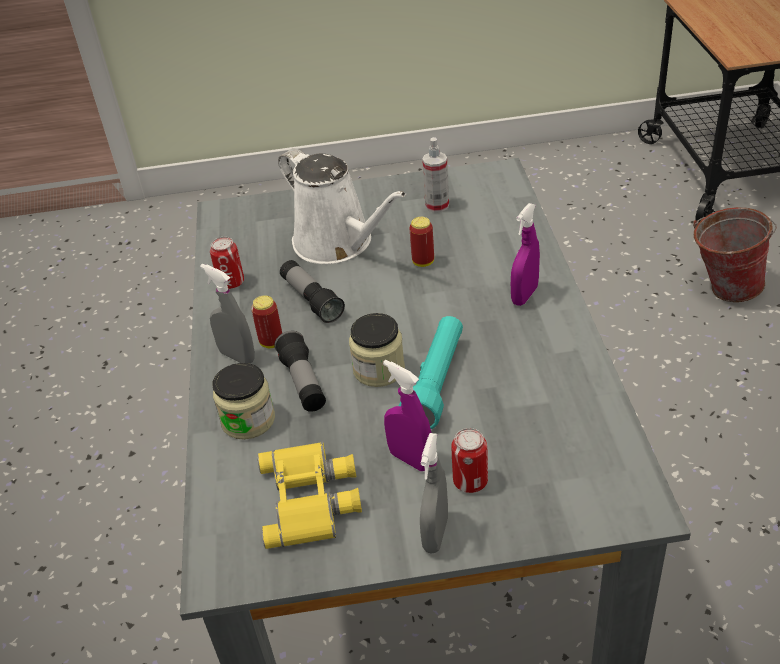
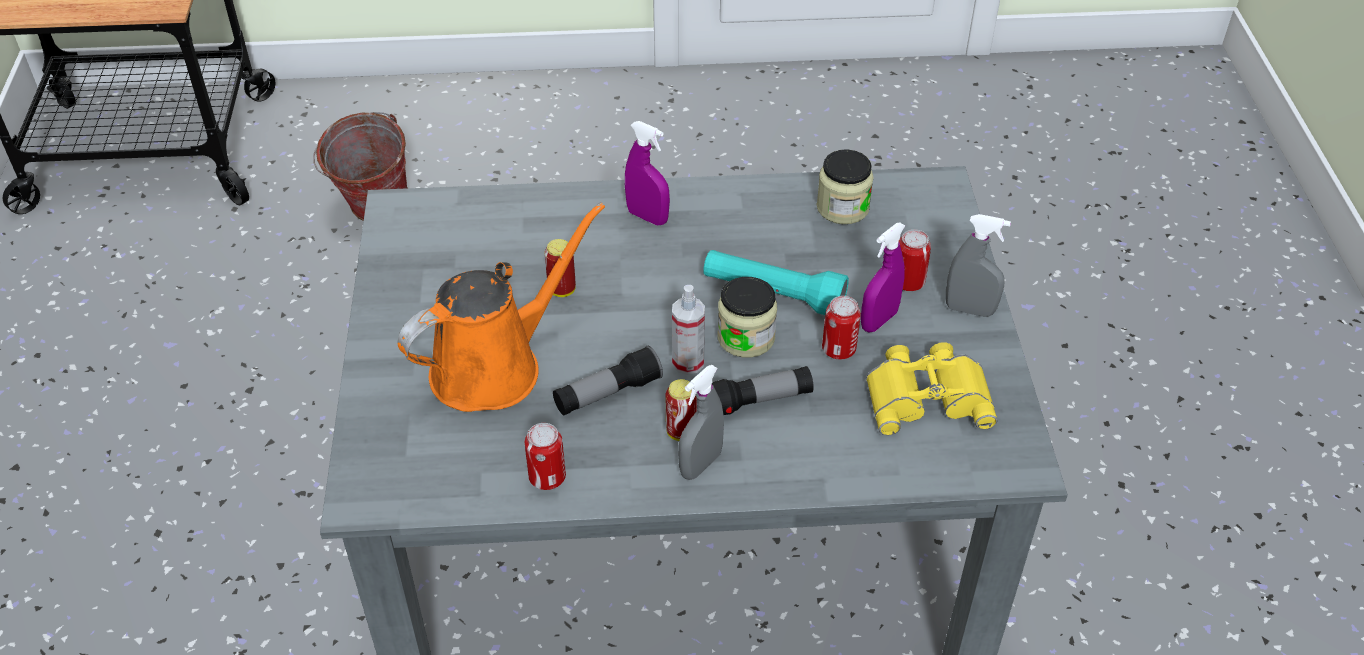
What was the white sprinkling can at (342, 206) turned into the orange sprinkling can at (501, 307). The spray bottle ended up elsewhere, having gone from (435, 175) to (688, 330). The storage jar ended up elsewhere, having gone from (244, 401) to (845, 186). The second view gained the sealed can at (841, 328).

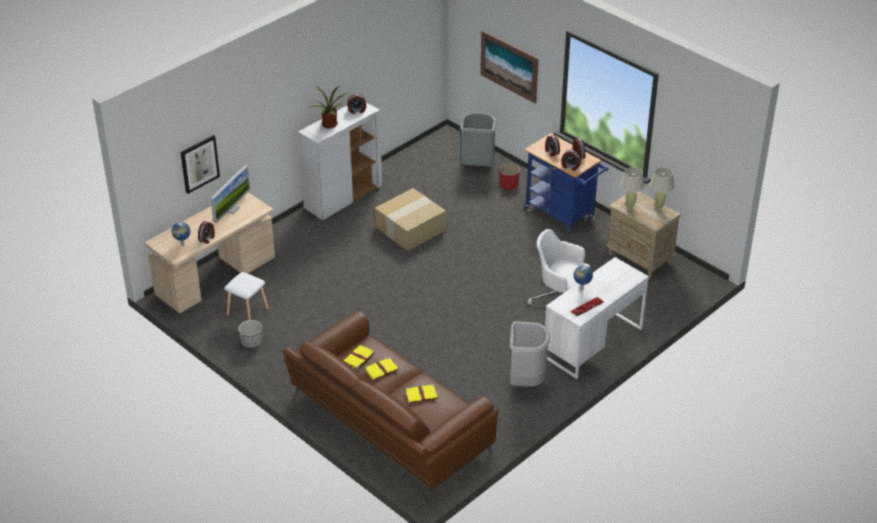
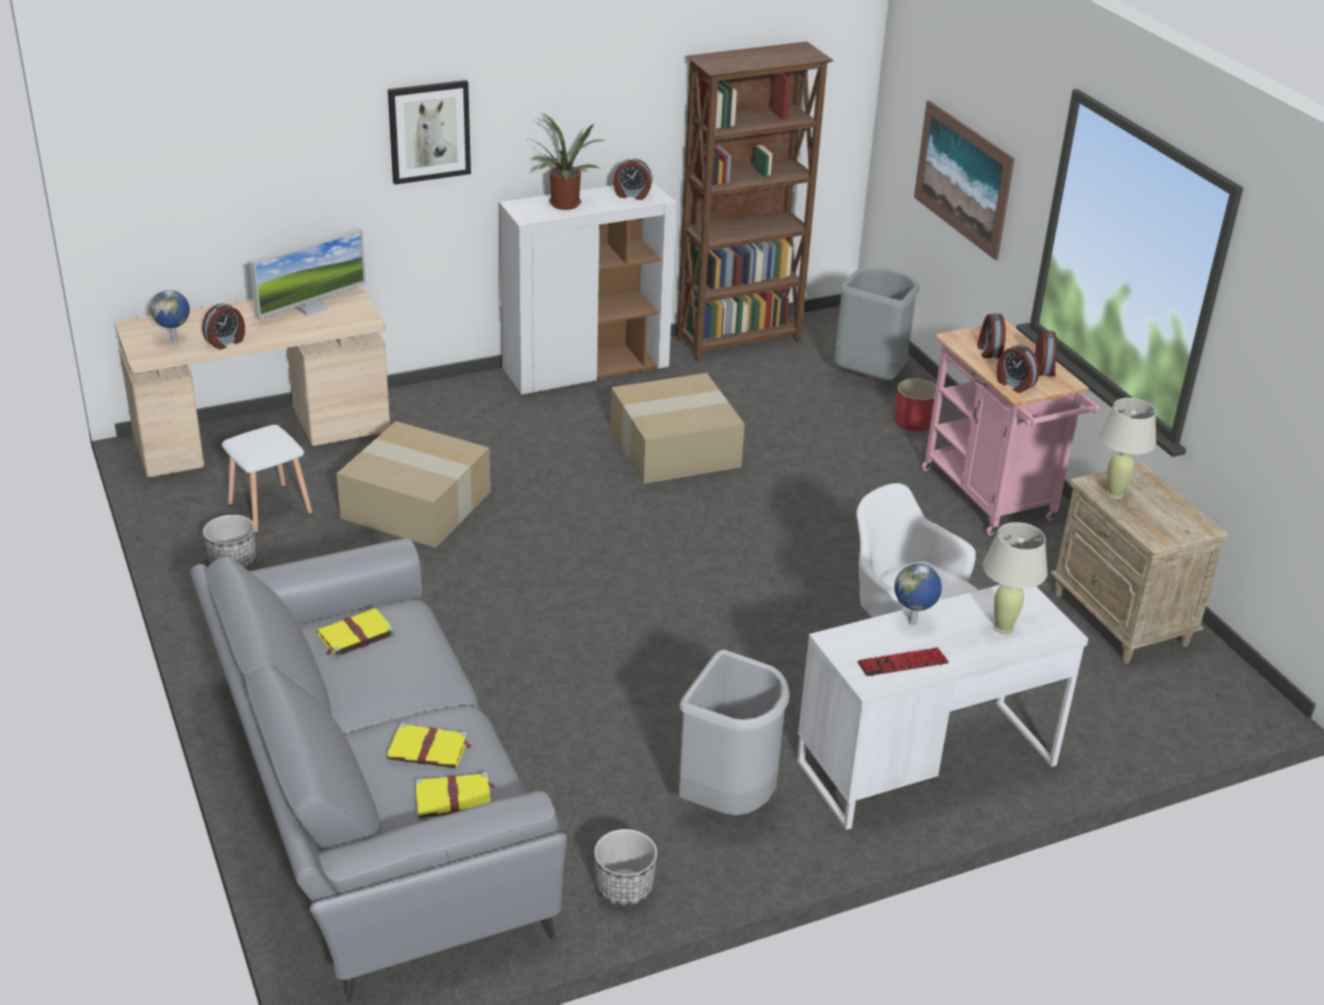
What was the brown sofa at (390, 404) turned into the grey sofa at (378, 770). The second view gained the cardboard box at (414, 484). The wall picture ended up elsewhere, having gone from (200, 164) to (429, 132). The yellowish book ended up elsewhere, having gone from (382, 368) to (455, 795). The second view gained the planter at (625, 867). The second view gained the brown shelving unit at (755, 201). What was the blue trolley at (566, 183) turned into the pink trolley at (1010, 428). The beige-coloured lamp for a table ended up elsewhere, having gone from (662, 188) to (1015, 578).

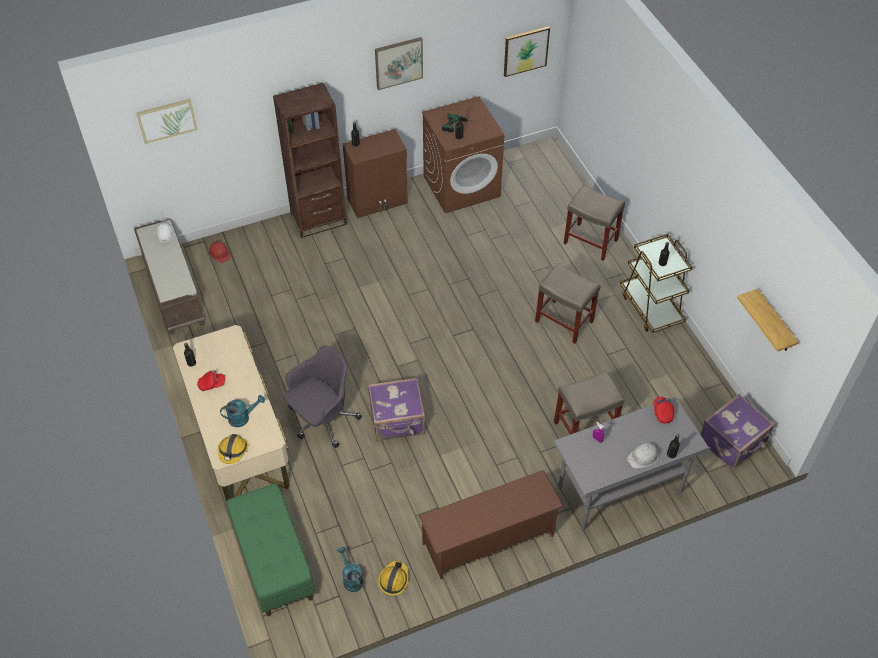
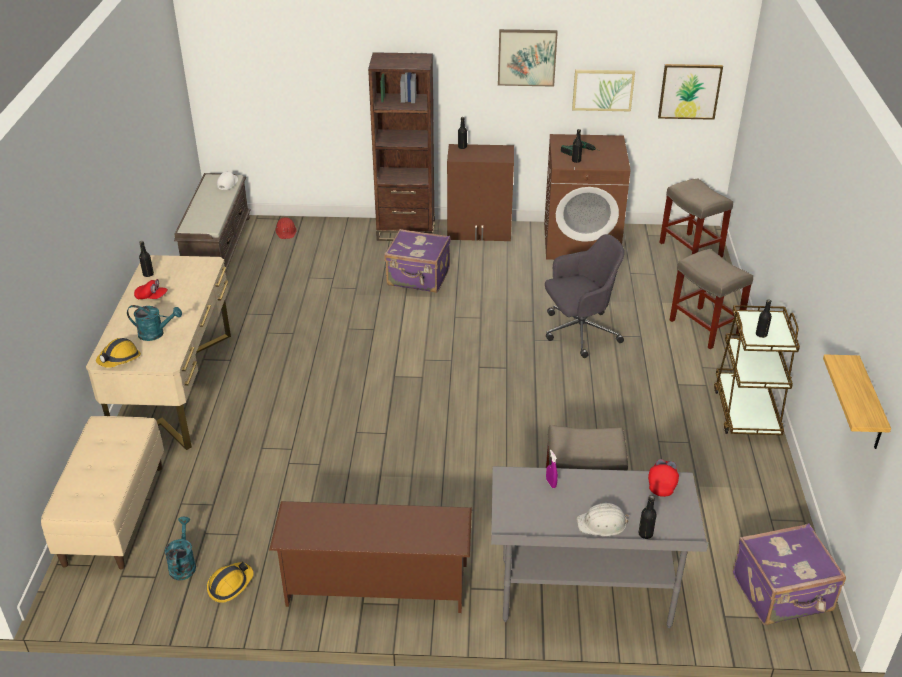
What was the greenish bench at (271, 549) turned into the beige-coloured bench at (102, 493). The purple-coloured travel case ended up elsewhere, having gone from (396, 409) to (417, 261). The grey computer chair ended up elsewhere, having gone from (323, 396) to (584, 296). The wall picture ended up elsewhere, having gone from (167, 121) to (603, 90). The beige-coloured sitting stool ended up elsewhere, having gone from (567, 303) to (696, 217).

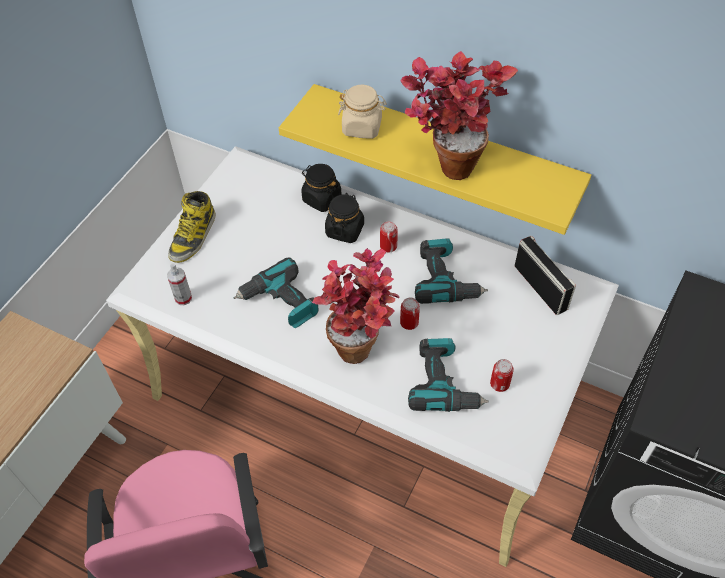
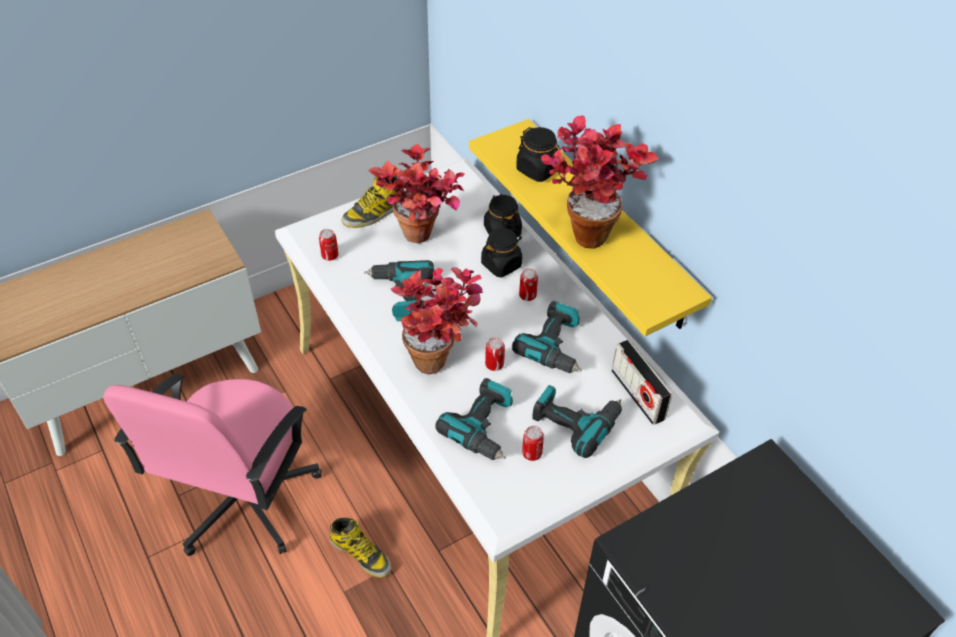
Where the spray bottle stood at (179, 284), the sealed can came to stand at (328, 245). The second view gained the tall boot at (361, 548). The second view gained the potted plant at (417, 193). What was the beige-coloured storage jar at (362, 112) turned into the black-coloured storage jar at (539, 154). The second view gained the power drill at (577, 421). The radio receiver at (545, 275) ended up facing another way, 150 degrees clockwise from before.

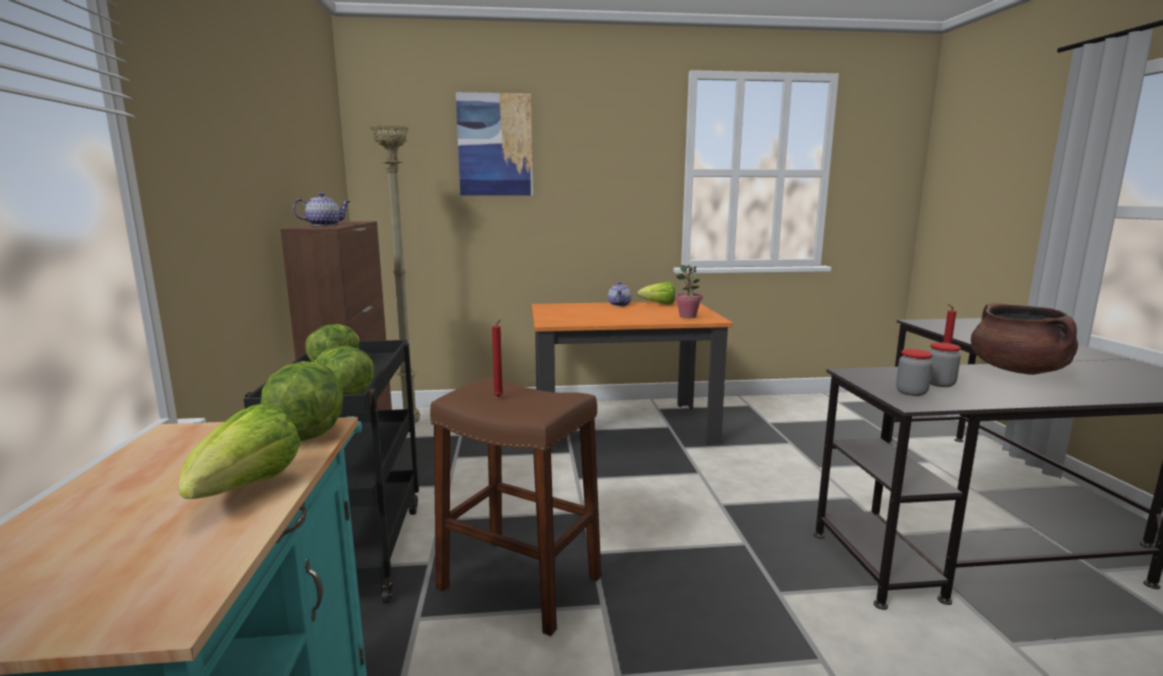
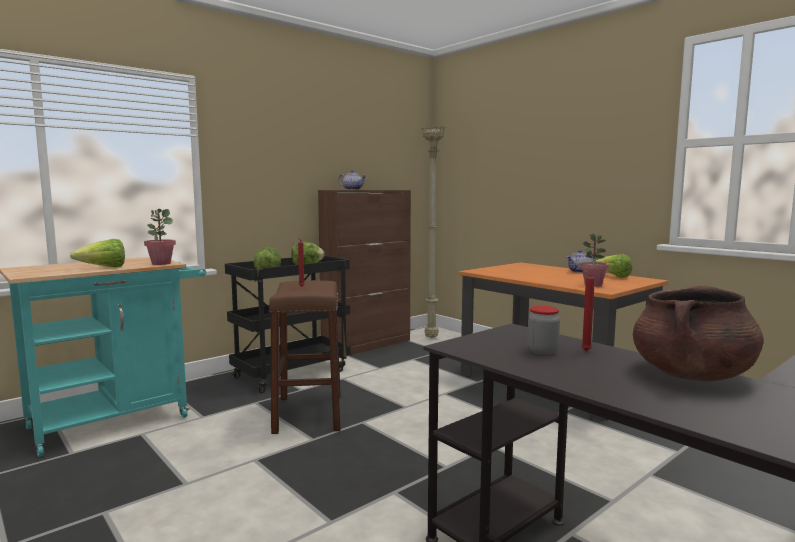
Where the lettuce head stood at (302, 401), the potted plant came to stand at (160, 237). The second view lost the wall picture at (494, 144). The second view lost the storage jar at (914, 372).

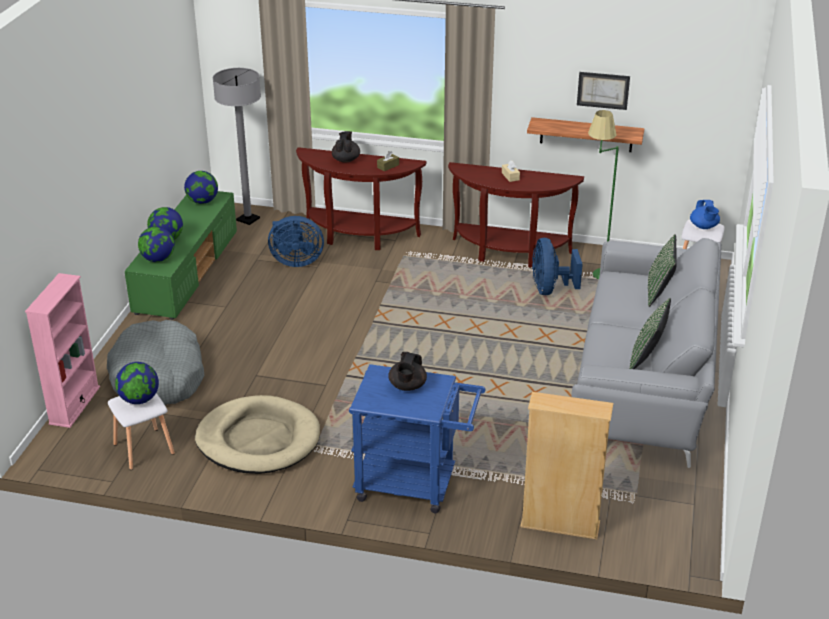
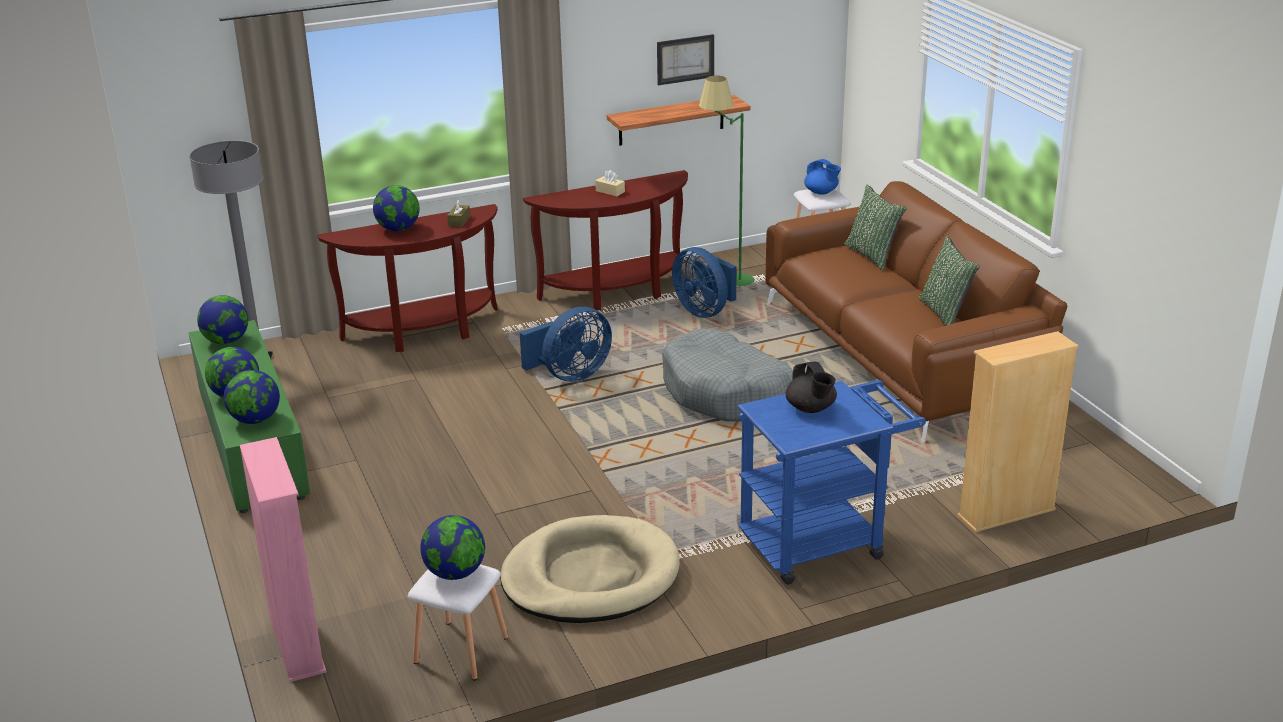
Where the black-coloured pot for tea stood at (346, 146), the globe came to stand at (396, 208). The blue cooling fan ended up elsewhere, having gone from (296, 241) to (566, 344). The grey dog cushion ended up elsewhere, having gone from (155, 362) to (727, 375). What was the grey sofa at (646, 353) turned into the brown sofa at (916, 312).

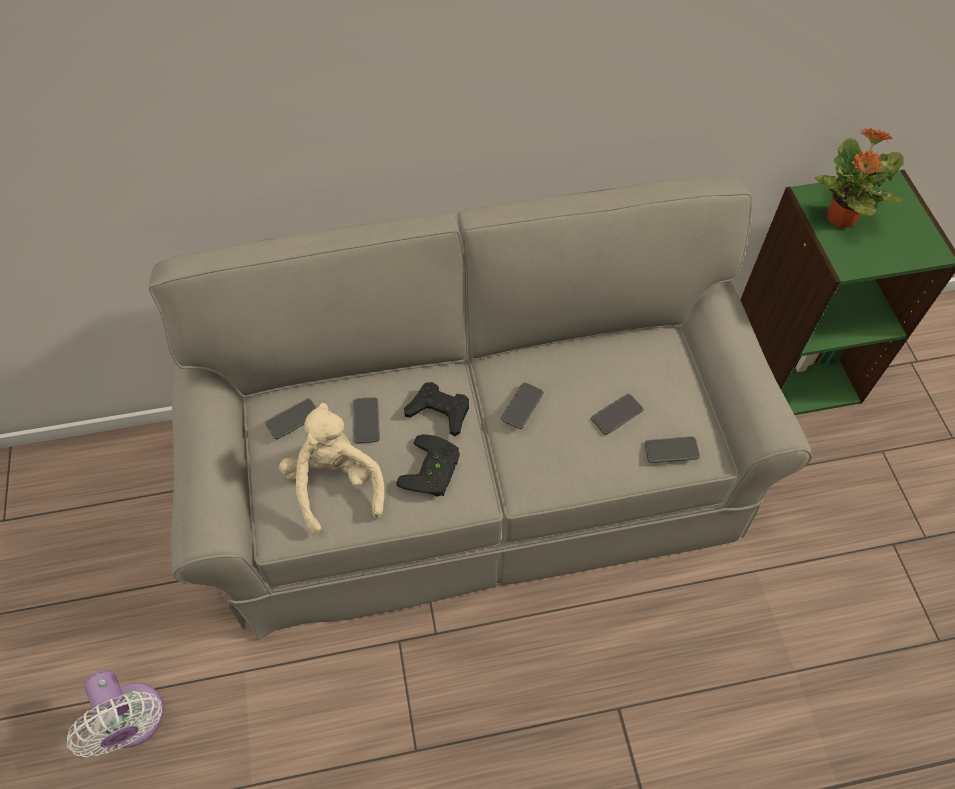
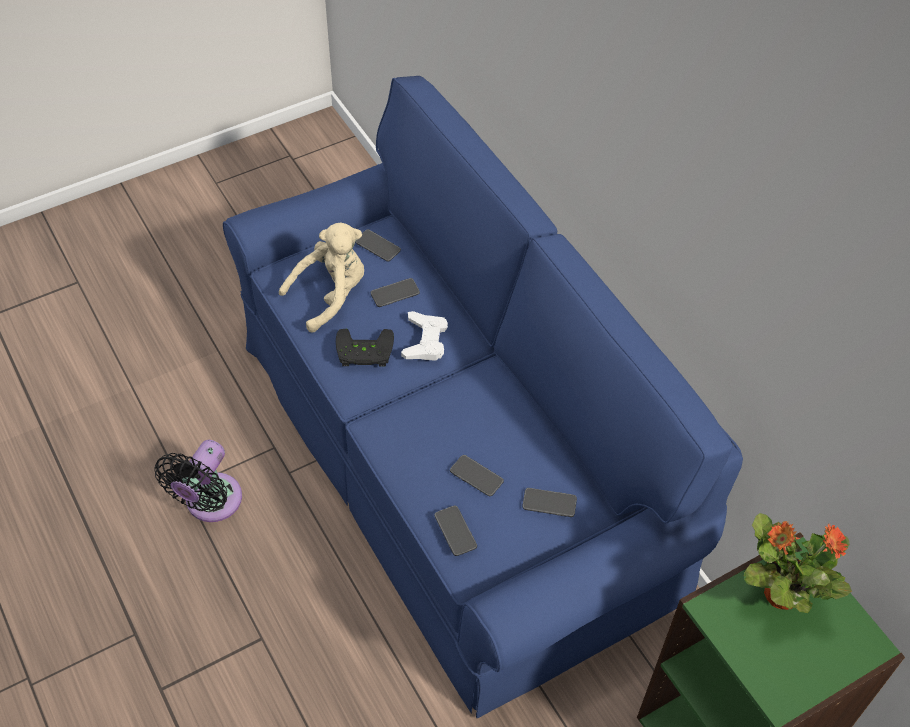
The second view gained the black-coloured cooling fan at (198, 481). What was the grey sofa at (480, 408) turned into the blue sofa at (483, 397). What was the black-coloured gamepad at (436, 409) turned into the white gamepad at (424, 336). The handset ended up elsewhere, having gone from (522, 405) to (549, 502). The second view lost the white cooling fan at (115, 713).

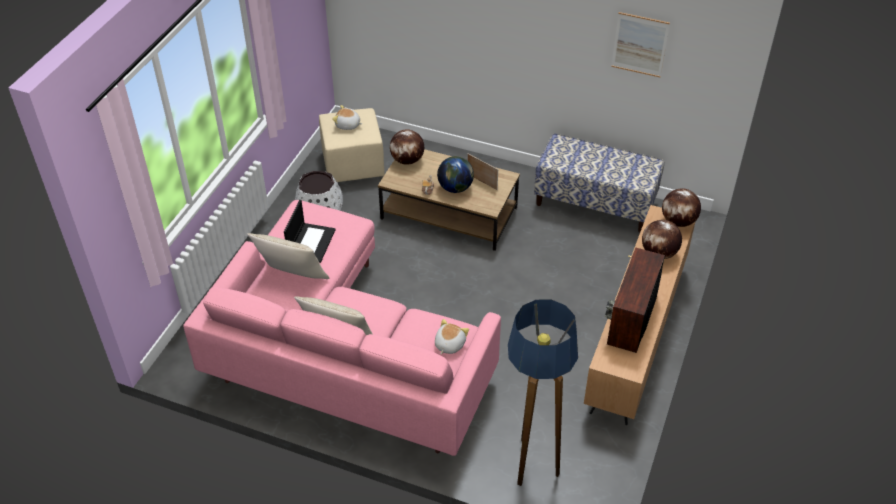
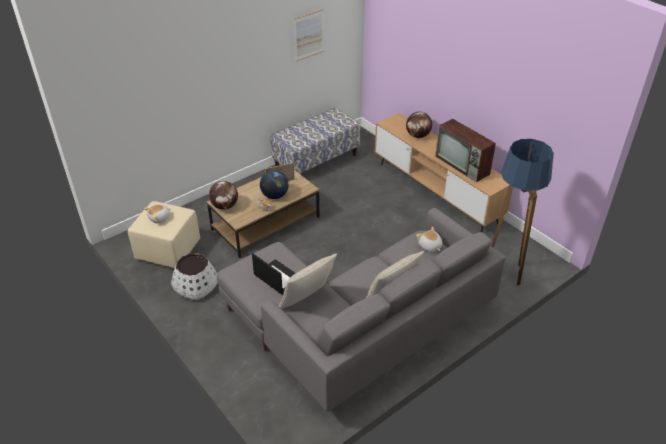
What was the pink sofa at (342, 328) turned into the grey sofa at (361, 310). The second view lost the globe at (681, 207).

